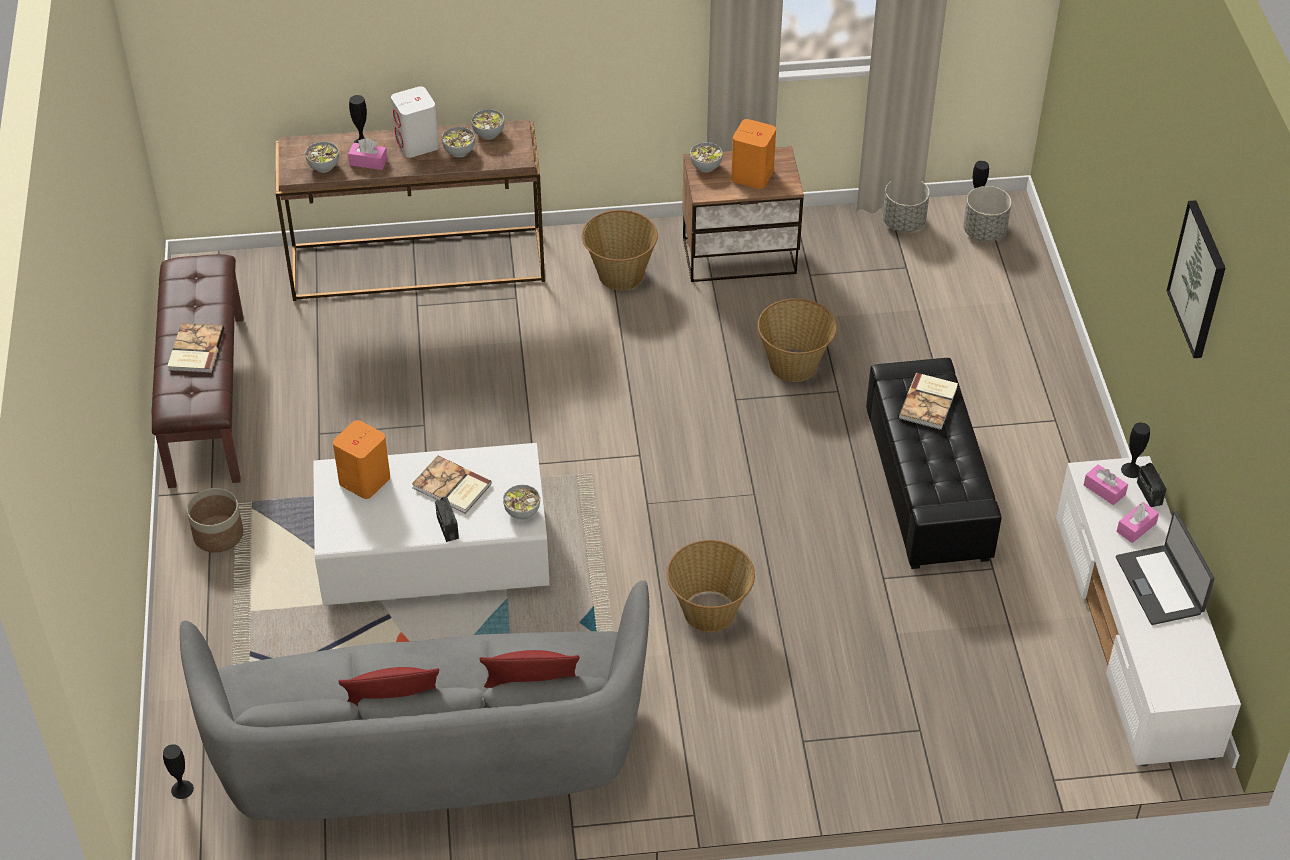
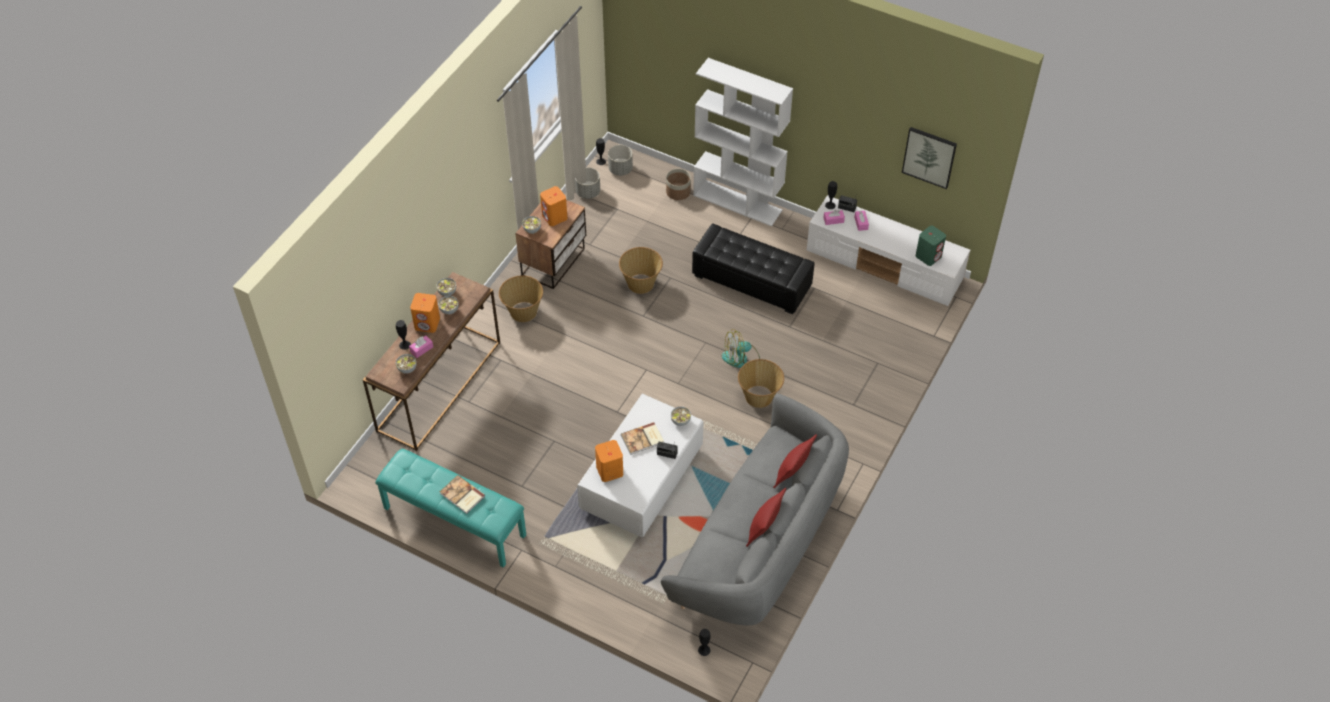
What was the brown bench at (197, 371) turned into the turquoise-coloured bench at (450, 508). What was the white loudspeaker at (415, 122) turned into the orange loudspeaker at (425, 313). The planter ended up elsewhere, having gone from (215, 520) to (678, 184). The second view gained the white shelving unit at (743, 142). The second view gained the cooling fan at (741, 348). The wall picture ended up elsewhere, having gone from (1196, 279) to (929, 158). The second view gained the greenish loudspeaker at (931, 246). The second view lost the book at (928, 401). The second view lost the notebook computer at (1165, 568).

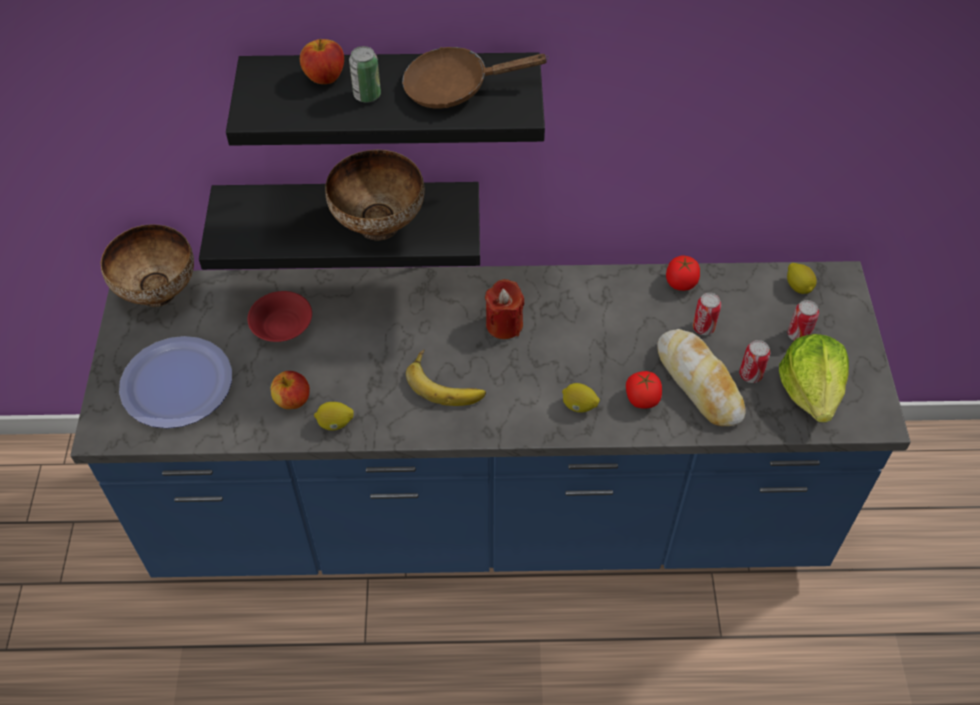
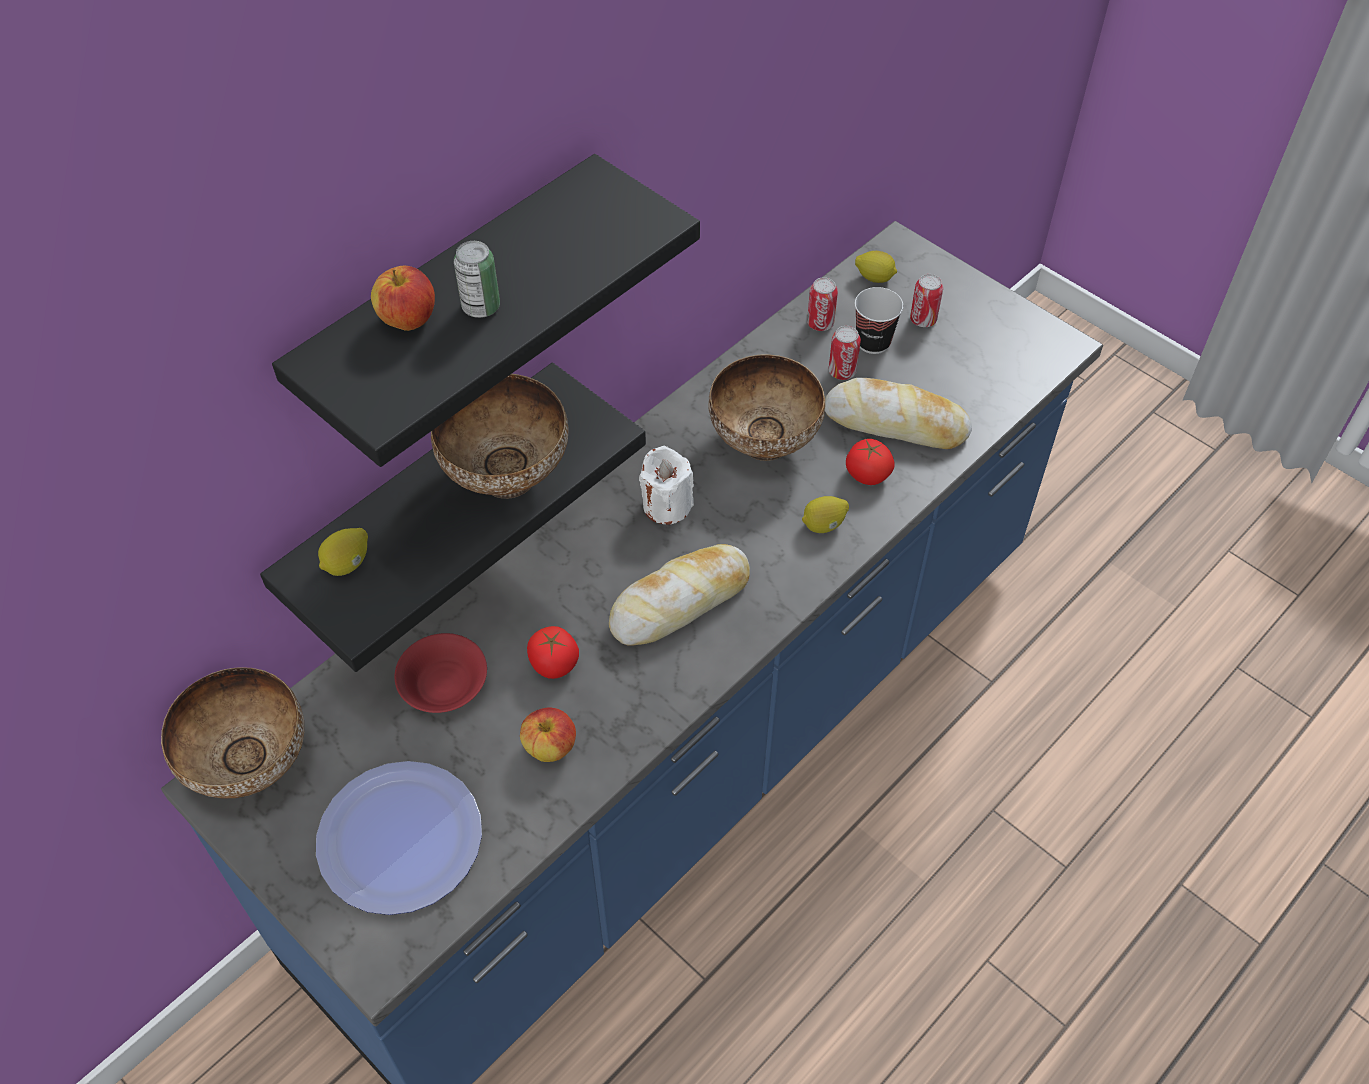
The lemon ended up elsewhere, having gone from (334, 416) to (343, 552). The tomato ended up elsewhere, having gone from (683, 273) to (553, 652). Where the banana fruit stood at (446, 378), the bread came to stand at (679, 595). What was the red-coloured wax light at (504, 309) turned into the white wax light at (666, 485). The second view gained the bowl at (767, 407). The sealed can ended up elsewhere, having gone from (754, 361) to (822, 304). The second view gained the drinking cup at (879, 320). The second view lost the brown pan at (475, 78). The second view lost the lettuce head at (814, 378).

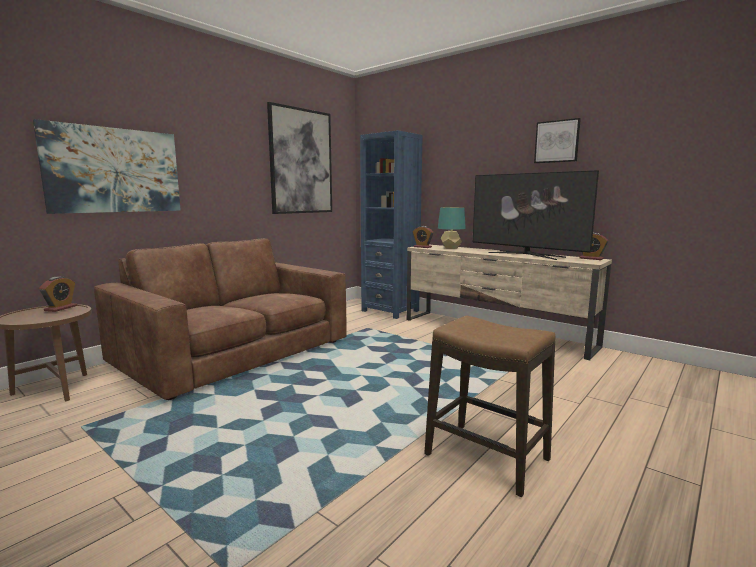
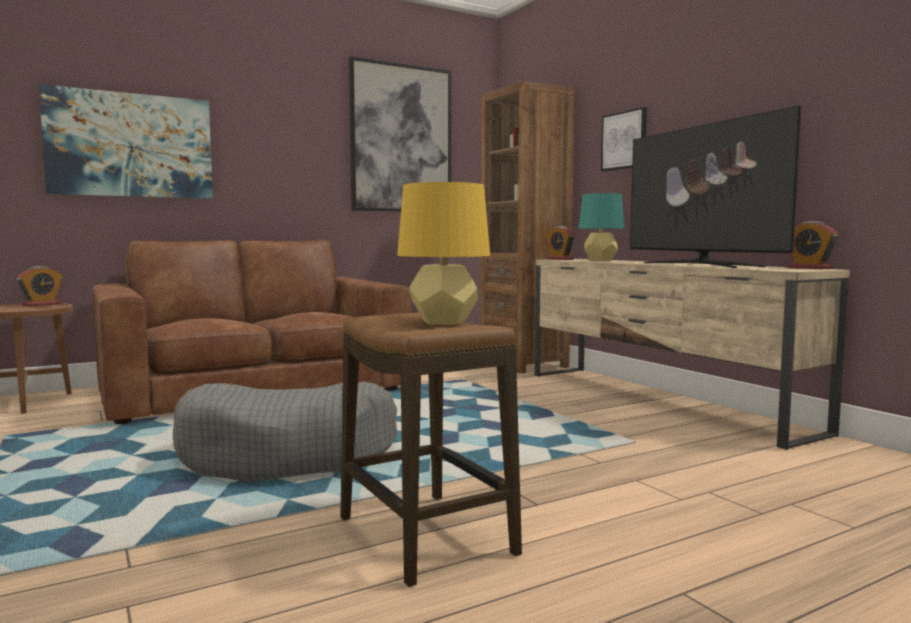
The second view gained the grey dog cushion at (285, 432). The second view gained the yellowish lamp for a table at (443, 253). What was the blue shelving unit at (391, 224) turned into the brown shelving unit at (528, 227). The wall picture ended up elsewhere, having gone from (557, 140) to (624, 139).

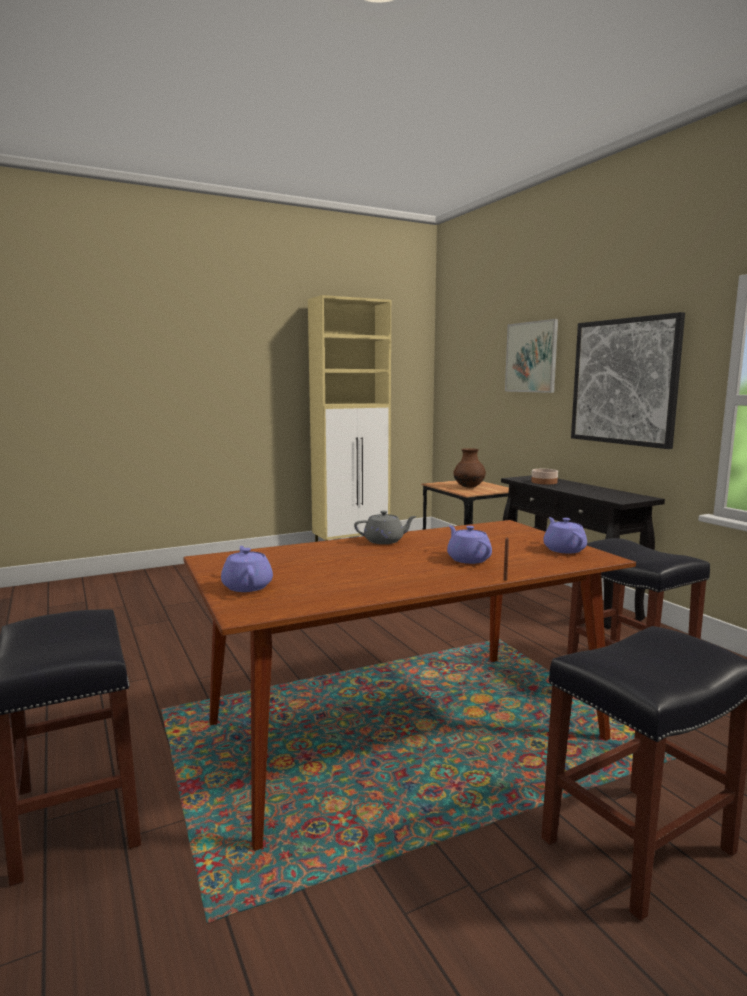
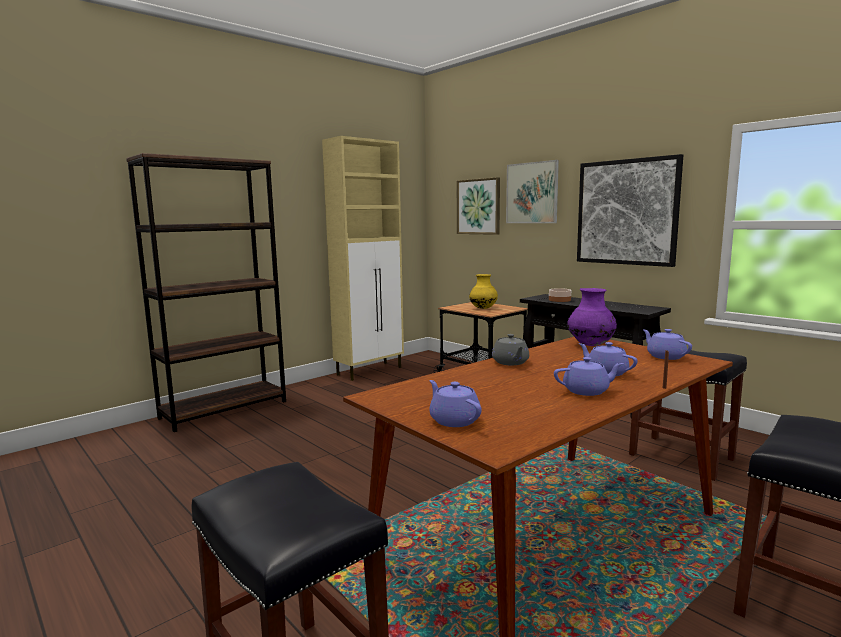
The second view gained the brown shelving unit at (206, 292). The second view gained the wall picture at (478, 206). What was the brown flower vase at (469, 468) turned into the yellowish flower vase at (483, 291). The grey pot for tea at (385, 527) ended up facing another way, 105 degrees clockwise from before. The second view gained the purple-coloured pot for tea at (589, 376). The second view gained the purple-coloured flower vase at (592, 317).

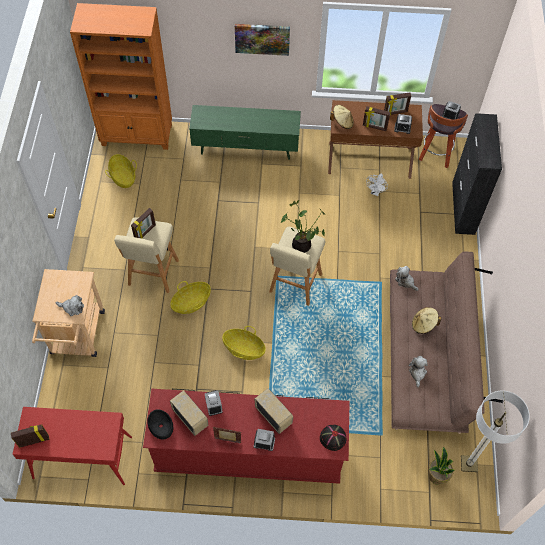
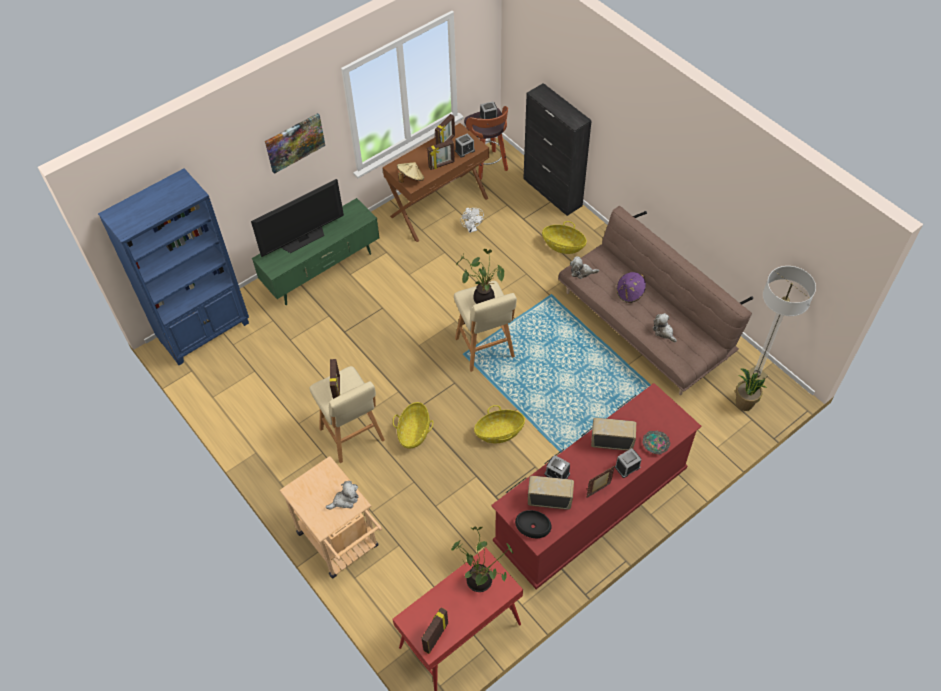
What was the orange shelving unit at (121, 76) turned into the blue shelving unit at (173, 266). The second view gained the television at (297, 218). The second view gained the potted plant at (482, 559). The storage basket ended up elsewhere, having gone from (121, 171) to (564, 237). What was the beige-coloured hat at (426, 320) turned into the purple-coloured hat at (631, 287). The second view gained the bowl at (656, 442). The second view lost the black-coloured hat at (333, 438).

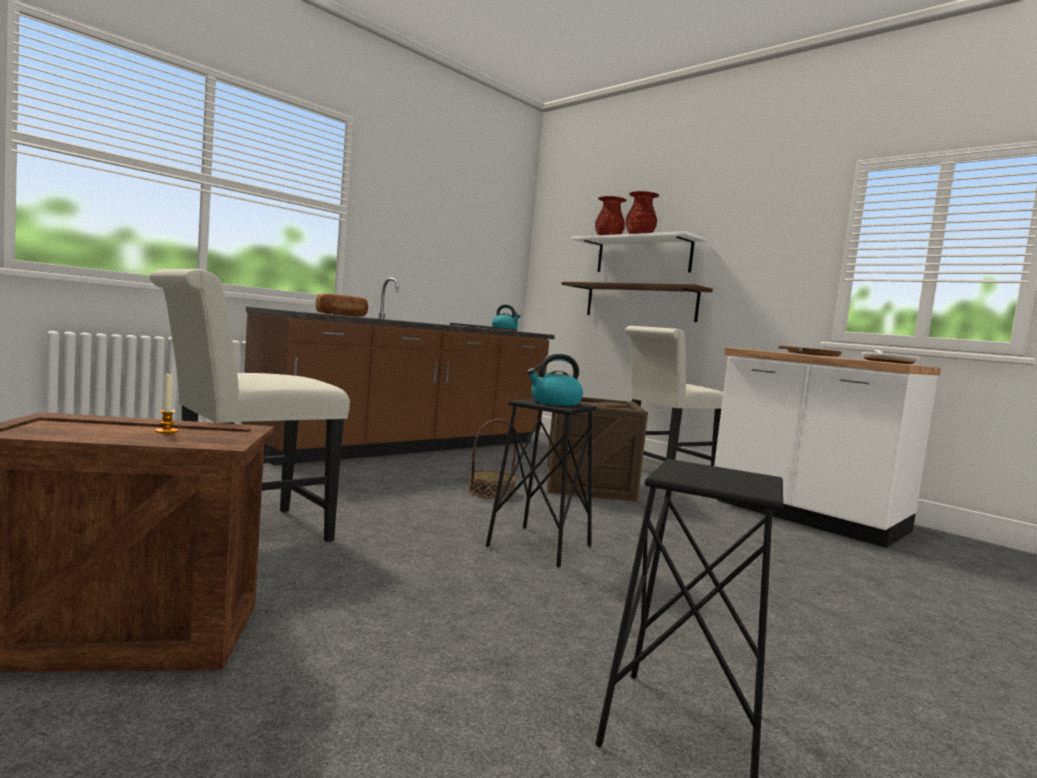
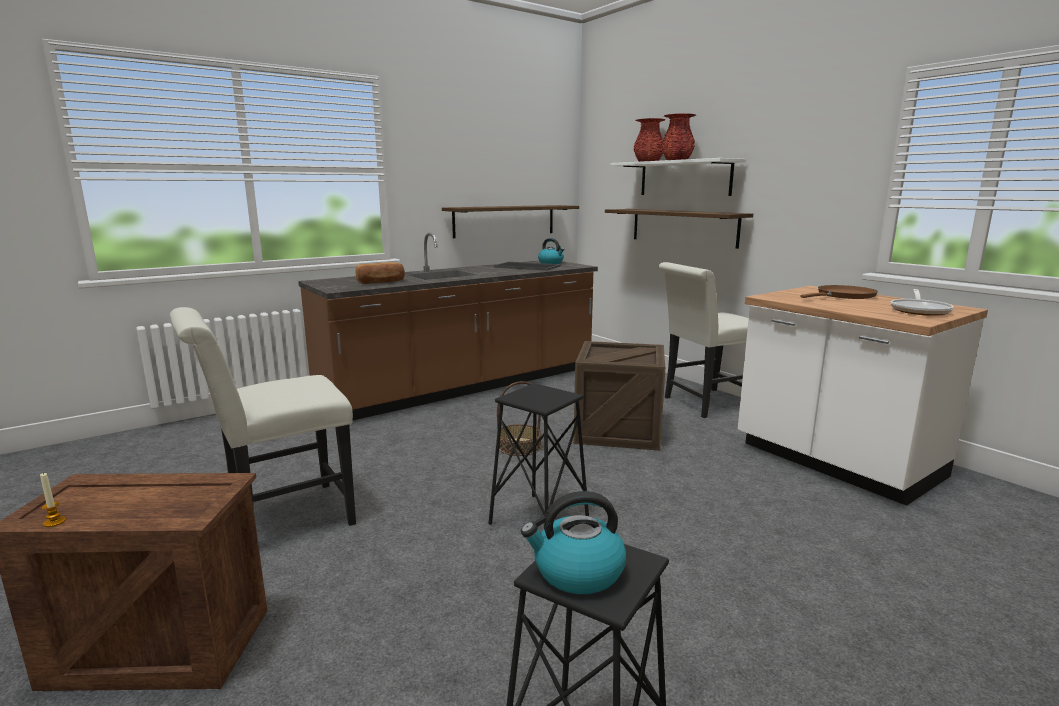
The wax light ended up elsewhere, having gone from (166, 403) to (53, 500). The second view gained the shelf at (510, 221). The water kettle ended up elsewhere, having gone from (555, 380) to (574, 542).

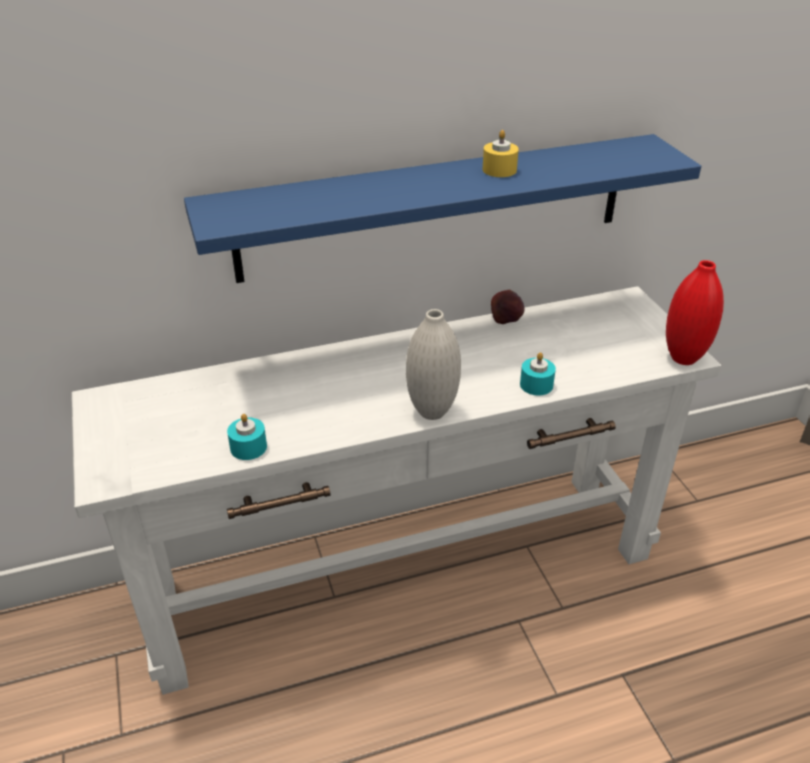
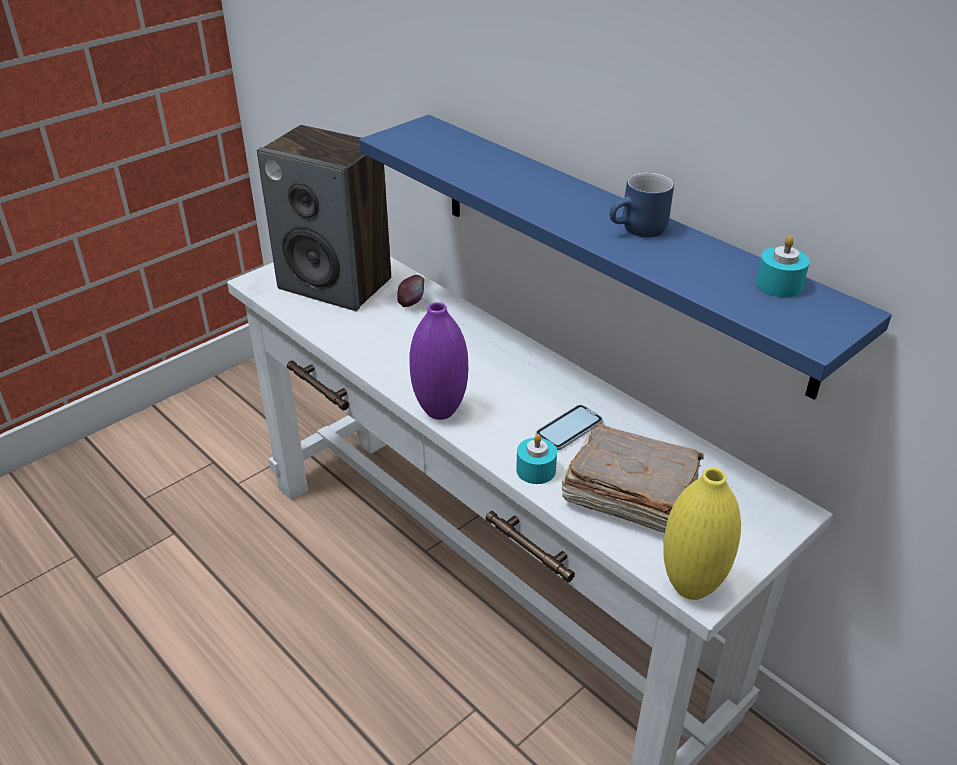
The second view gained the loudspeaker at (324, 218). The apple fruit ended up elsewhere, having gone from (508, 307) to (410, 291). What was the white flower vase at (433, 364) turned into the purple-coloured flower vase at (439, 361). The second view gained the handset at (569, 427). The second view gained the brown book at (632, 478). Where the yellowish wax light stood at (500, 153), the blue coffee mug came to stand at (642, 204). What was the red-coloured flower vase at (695, 312) turned into the yellowish flower vase at (702, 534). The turquoise-coloured wax light ended up elsewhere, having gone from (247, 437) to (783, 266).

